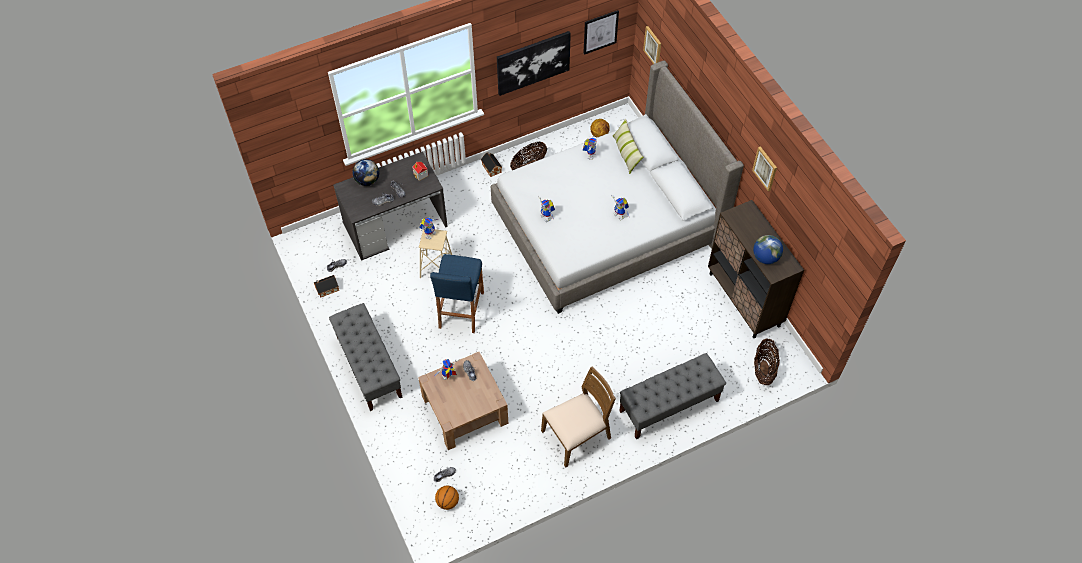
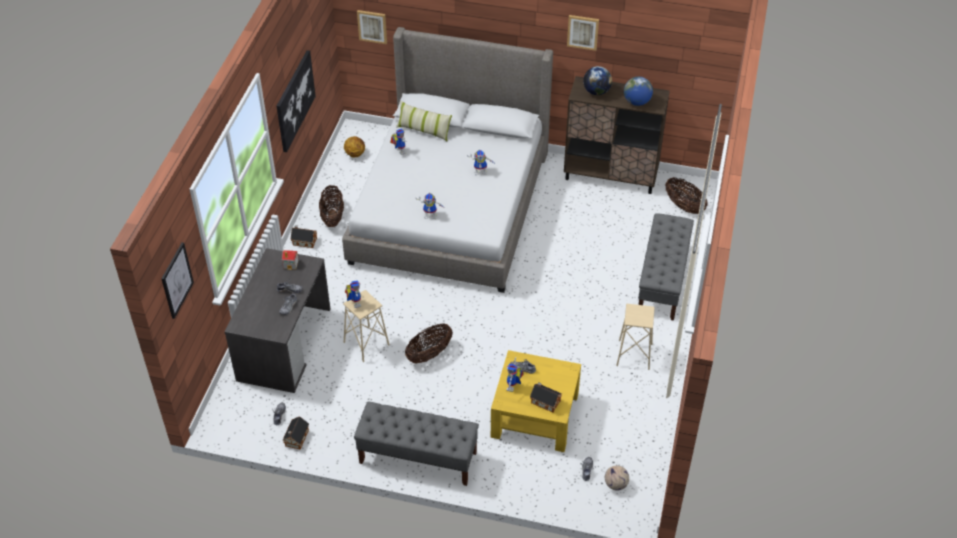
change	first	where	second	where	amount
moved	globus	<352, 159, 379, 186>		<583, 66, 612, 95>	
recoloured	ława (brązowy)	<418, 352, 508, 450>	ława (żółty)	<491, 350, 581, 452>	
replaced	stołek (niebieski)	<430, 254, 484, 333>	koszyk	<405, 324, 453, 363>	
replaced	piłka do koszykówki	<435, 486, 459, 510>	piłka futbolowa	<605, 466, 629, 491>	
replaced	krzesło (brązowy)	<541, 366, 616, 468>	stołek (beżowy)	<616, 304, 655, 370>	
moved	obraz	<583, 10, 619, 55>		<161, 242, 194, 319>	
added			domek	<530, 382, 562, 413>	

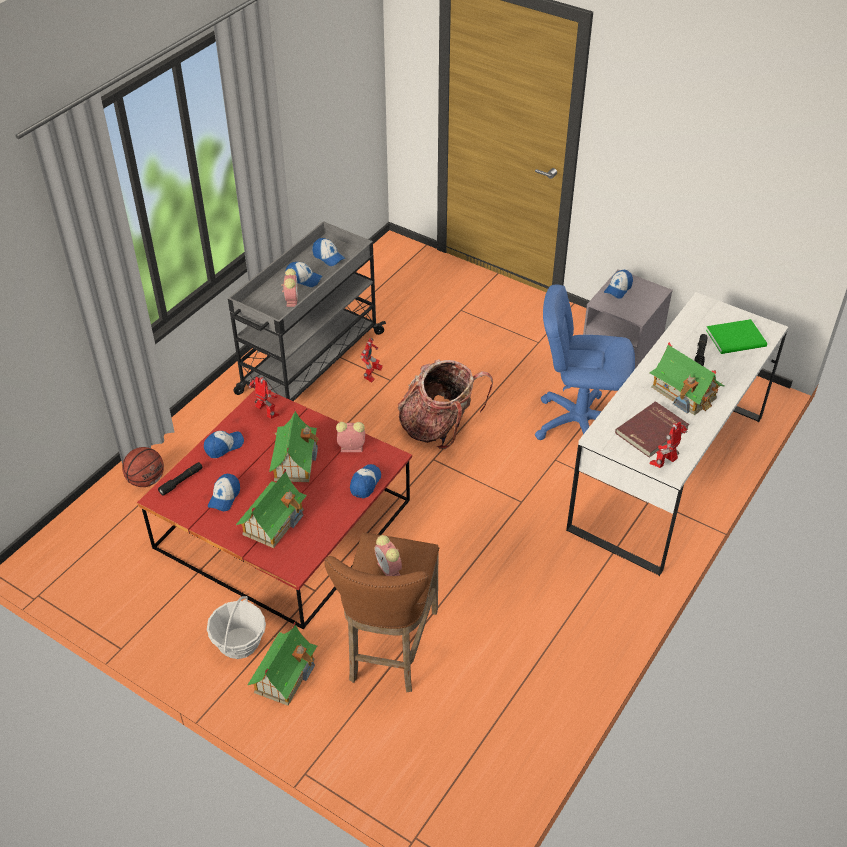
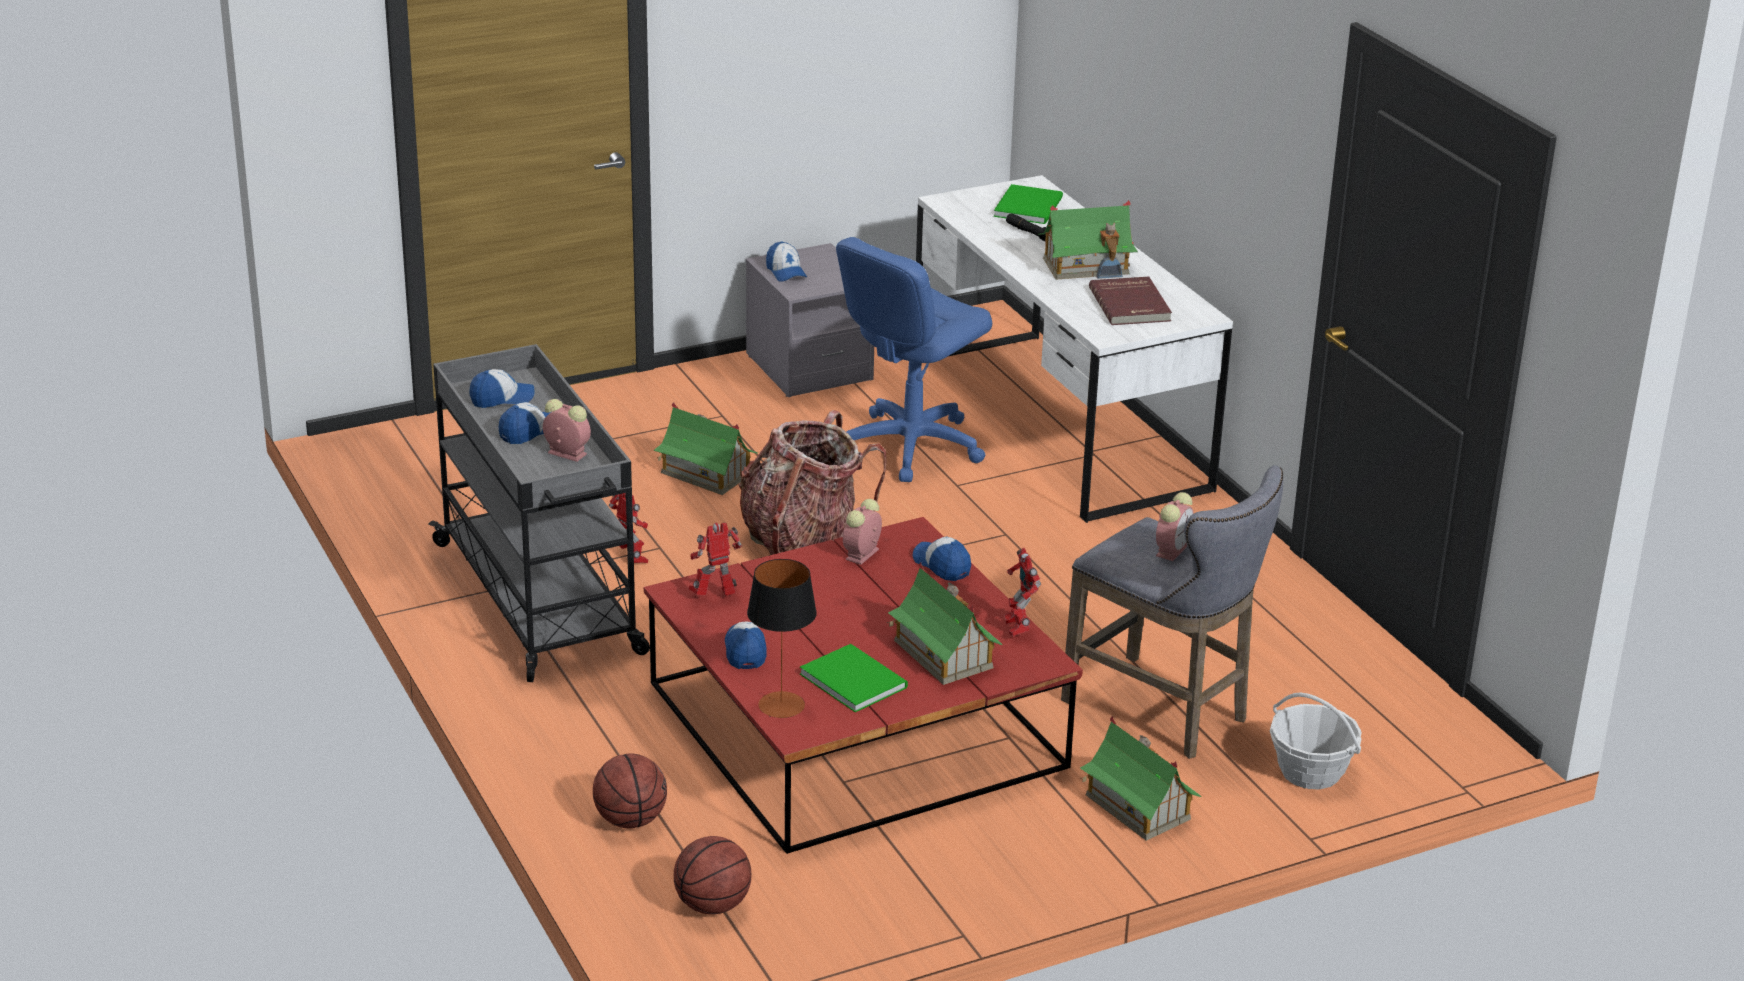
change	first	where	second	where	amount
replaced	latarka (czarny)	<158, 462, 203, 495>	lampa stołowa	<747, 559, 817, 718>	
moved	koszyk	<207, 596, 266, 659>		<1270, 692, 1362, 789>	
replaced	czapka z daszkiem	<208, 474, 240, 511>	książka (zielony)	<800, 644, 908, 712>	
moved	domek	<269, 408, 319, 482>		<654, 402, 758, 495>	
recoloured	stołek (brązowy)	<325, 533, 439, 692>	stołek (szary)	<1061, 465, 1283, 759>	
turned	budzik	<375, 535, 402, 576>		<1156, 492, 1194, 561>	60 degrees counterclockwise
moved	robot zabawkowy	<650, 422, 687, 468>		<1004, 548, 1041, 636>	
added			piłka do koszykówki	<674, 836, 751, 915>	

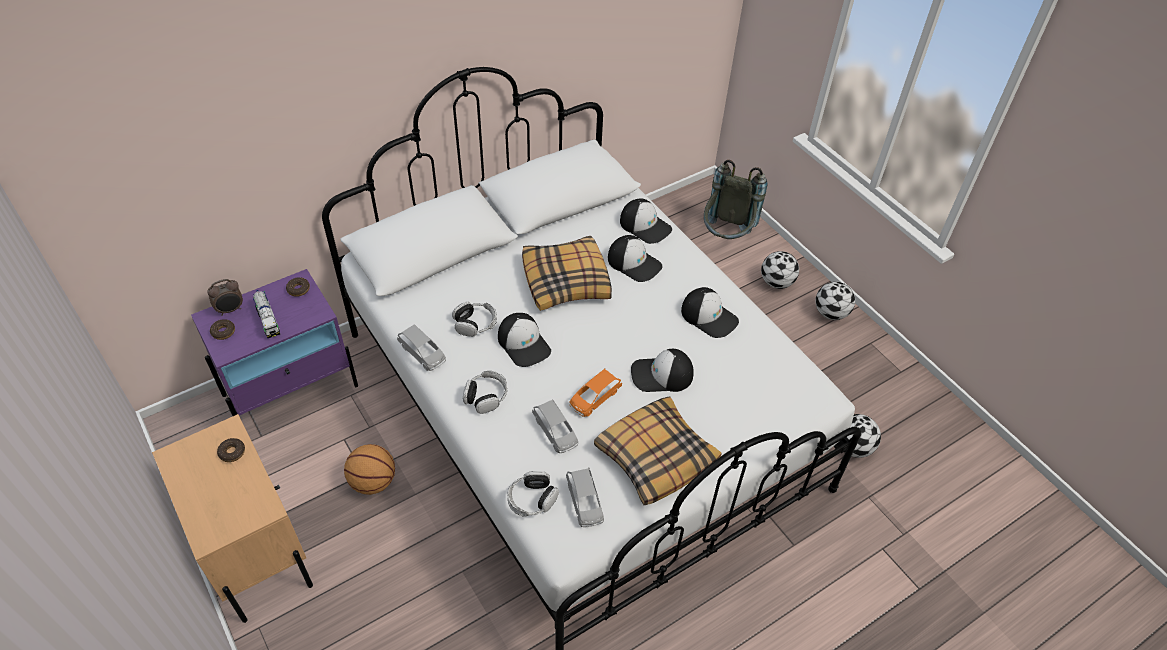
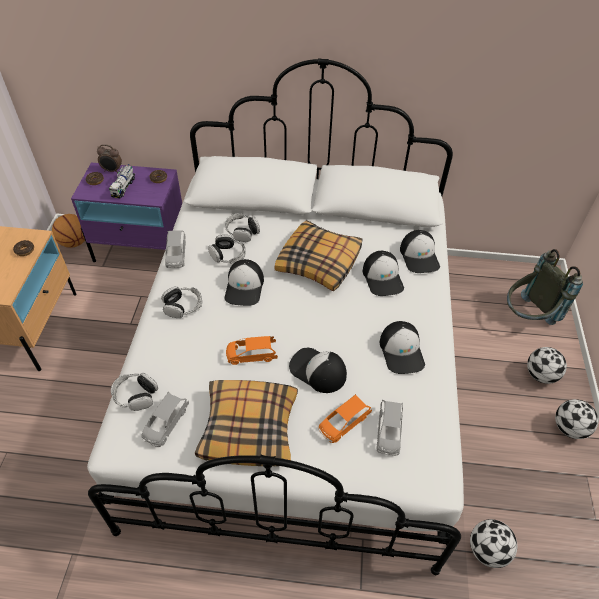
change	first	where	second	where	amount
moved	piłka do koszykówki	<344, 444, 395, 495>		<52, 214, 85, 248>	
moved	samochodzik (szary)	<532, 400, 578, 453>		<377, 400, 403, 455>	
added			słuchawki	<225, 213, 260, 242>	
added			samochodzik (pomarańczowy)	<319, 394, 372, 443>	

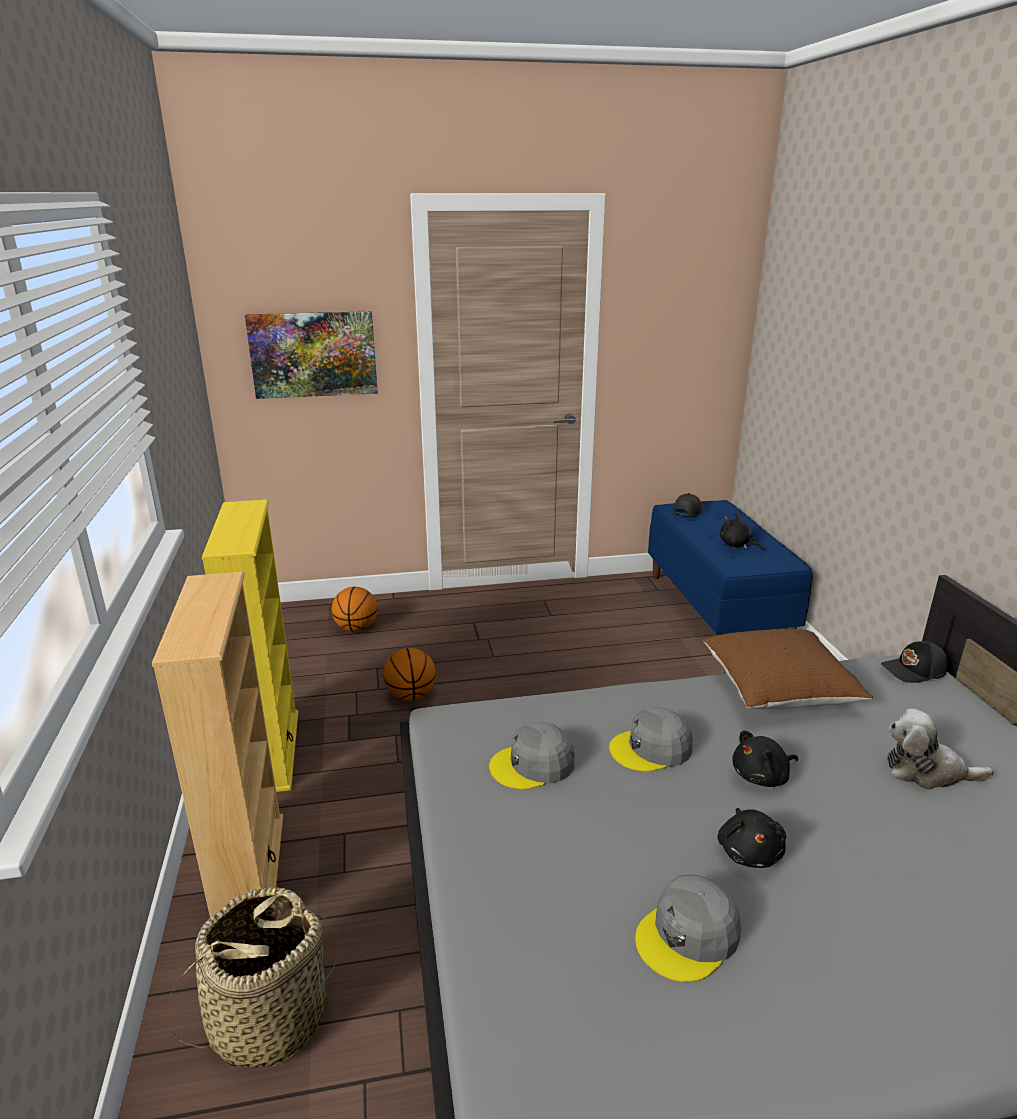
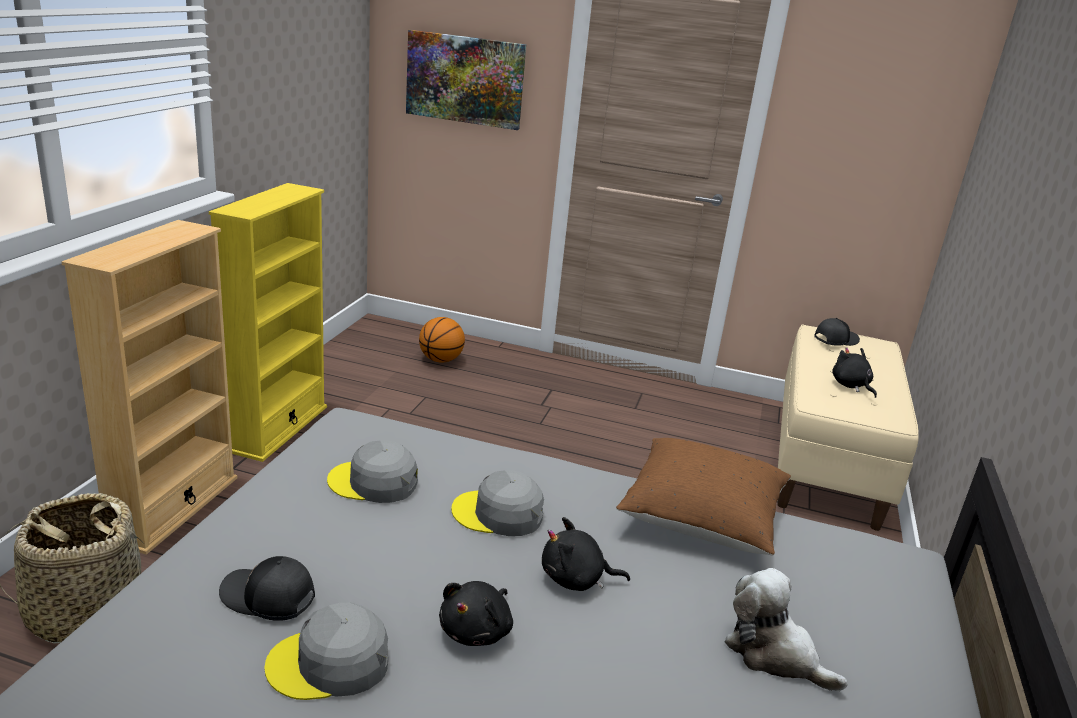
change	first	where	second	where	amount
removed	piłka do koszykówki	<383, 648, 436, 701>			
recoloured	ławka (niebieski)	<648, 500, 813, 636>	ławka (beżowy)	<777, 325, 919, 531>	
moved	czapka z daszkiem (czarny)	<881, 641, 948, 683>		<219, 556, 315, 621>	

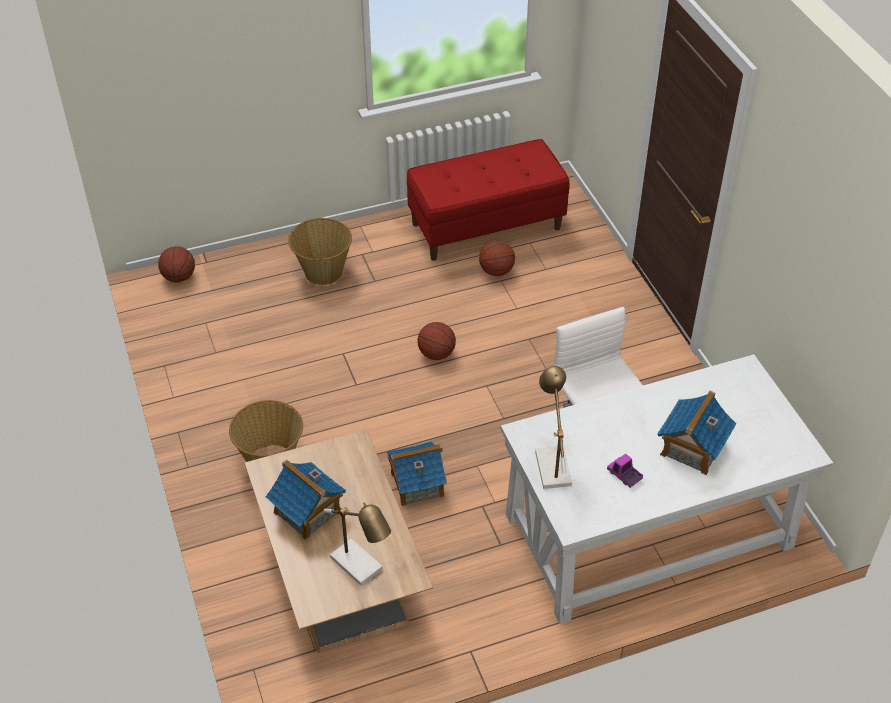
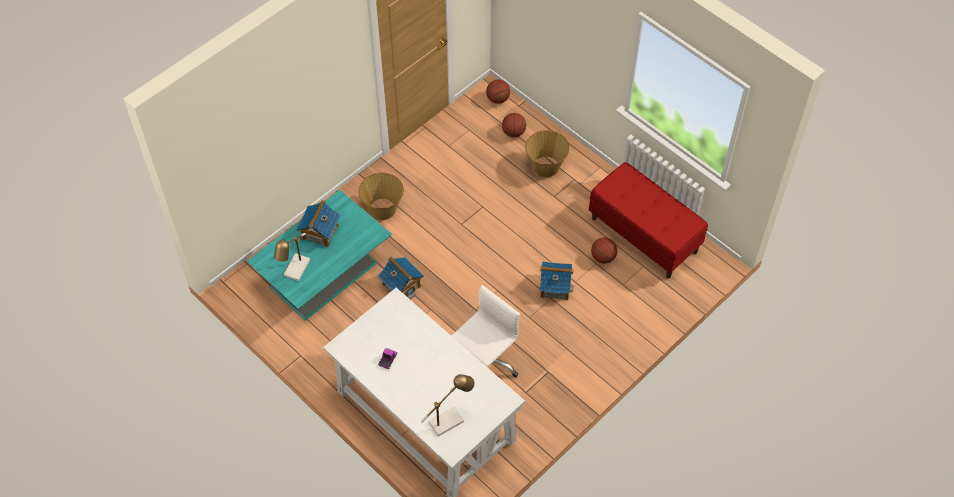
change	first	where	second	where	amount
recoloured	ława (brązowy)	<245, 429, 433, 653>	ława (turkusowy)	<247, 190, 392, 321>	
moved	piłka do koszykówki	<417, 322, 456, 360>		<502, 113, 526, 137>	
moved	lampa stołowa	<535, 366, 572, 489>		<421, 374, 475, 436>	
moved	domek	<657, 391, 736, 475>		<540, 261, 574, 300>	

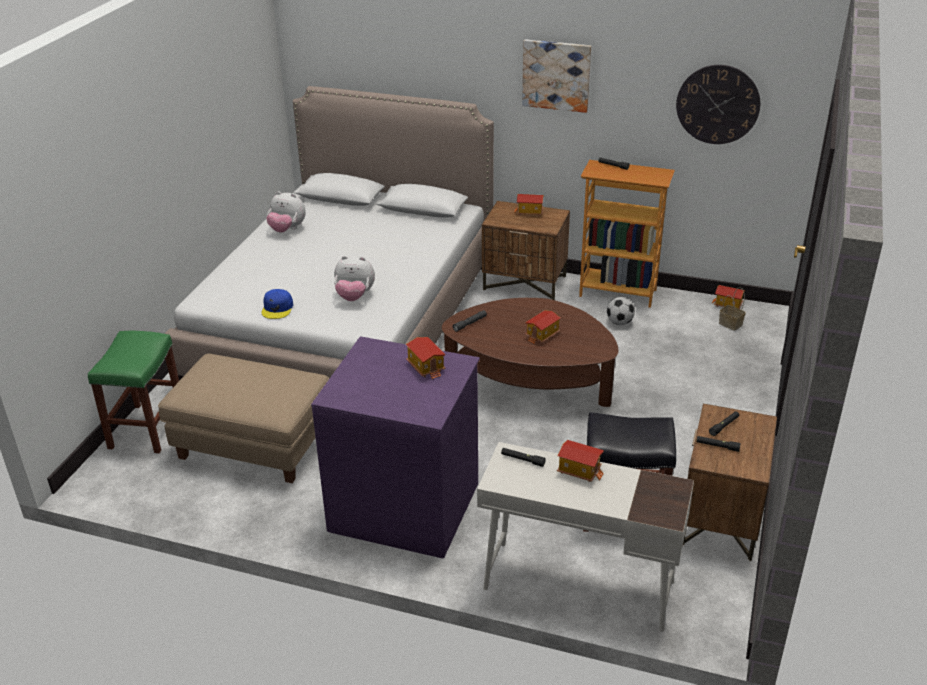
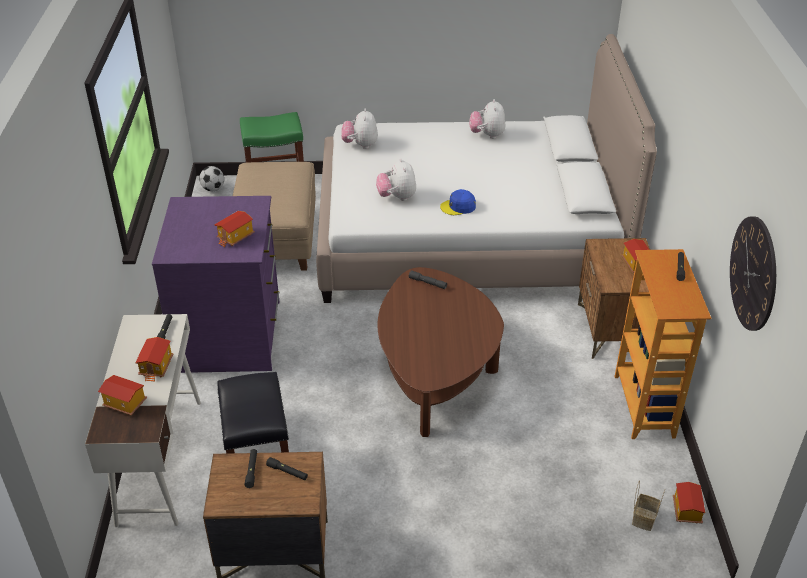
change	first	where	second	where	amount
moved	czapka z daszkiem (niebieski)	<261, 289, 293, 319>		<440, 189, 476, 215>	
removed	obraz	<522, 39, 591, 113>			
moved	domek	<525, 310, 560, 344>		<98, 375, 147, 415>	
moved	piłka futbolowa	<607, 297, 635, 325>		<199, 166, 224, 191>	
added			pluszak	<341, 109, 378, 149>	

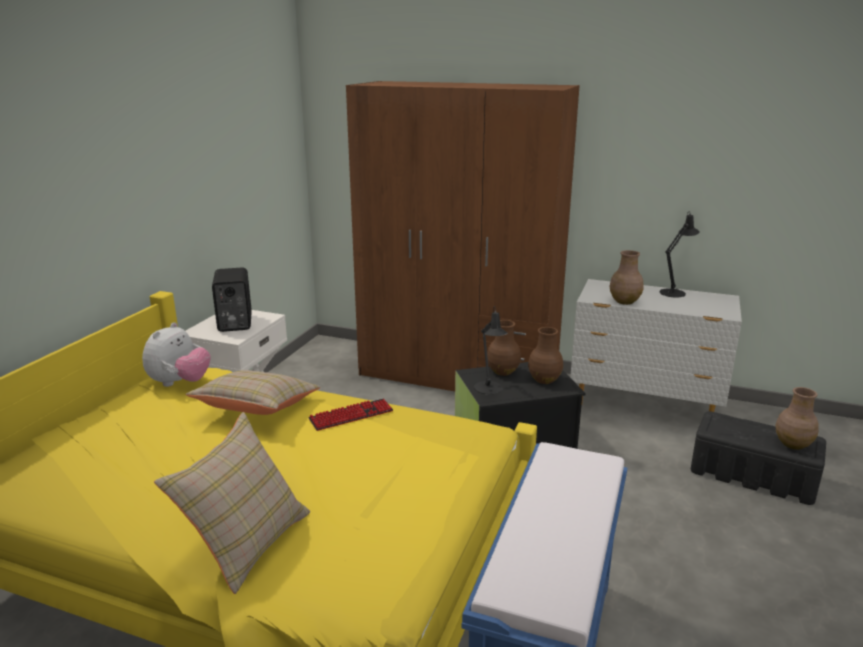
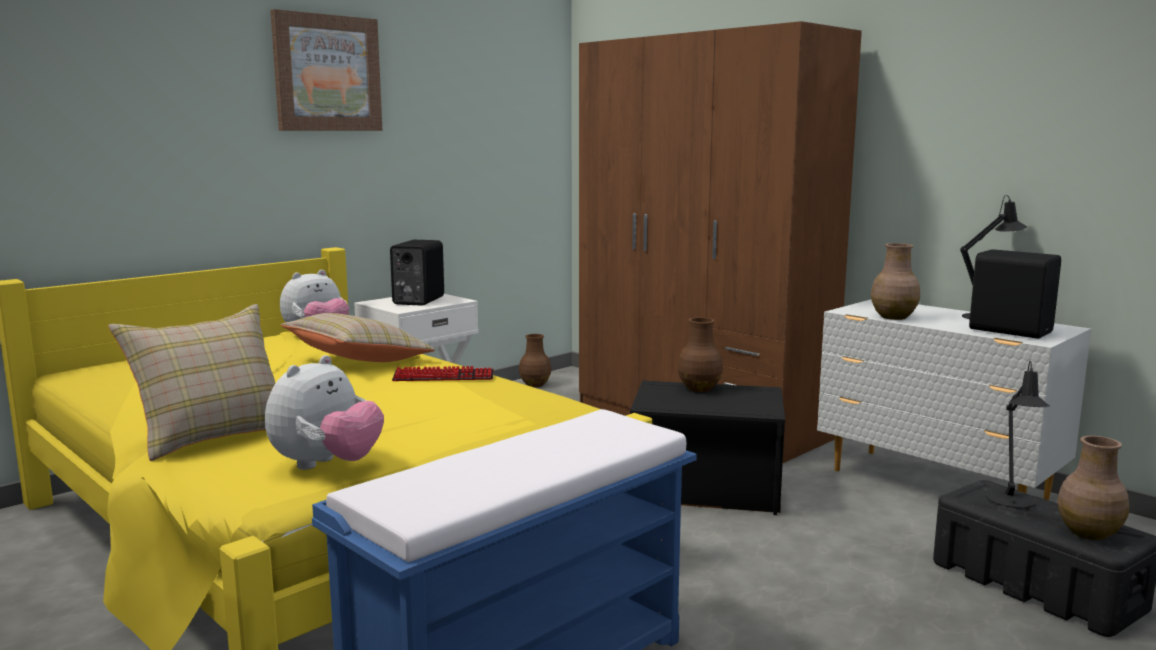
change	first	where	second	where	amount
moved	lampa stołowa (czarny)	<474, 306, 507, 395>		<986, 361, 1050, 508>	
moved	wazon (brązowy)	<528, 327, 563, 384>		<519, 334, 551, 387>	
added			pluszak	<265, 355, 384, 470>	
added			obraz	<270, 9, 382, 131>	
added			głośnik (czarny)	<969, 249, 1061, 339>	

